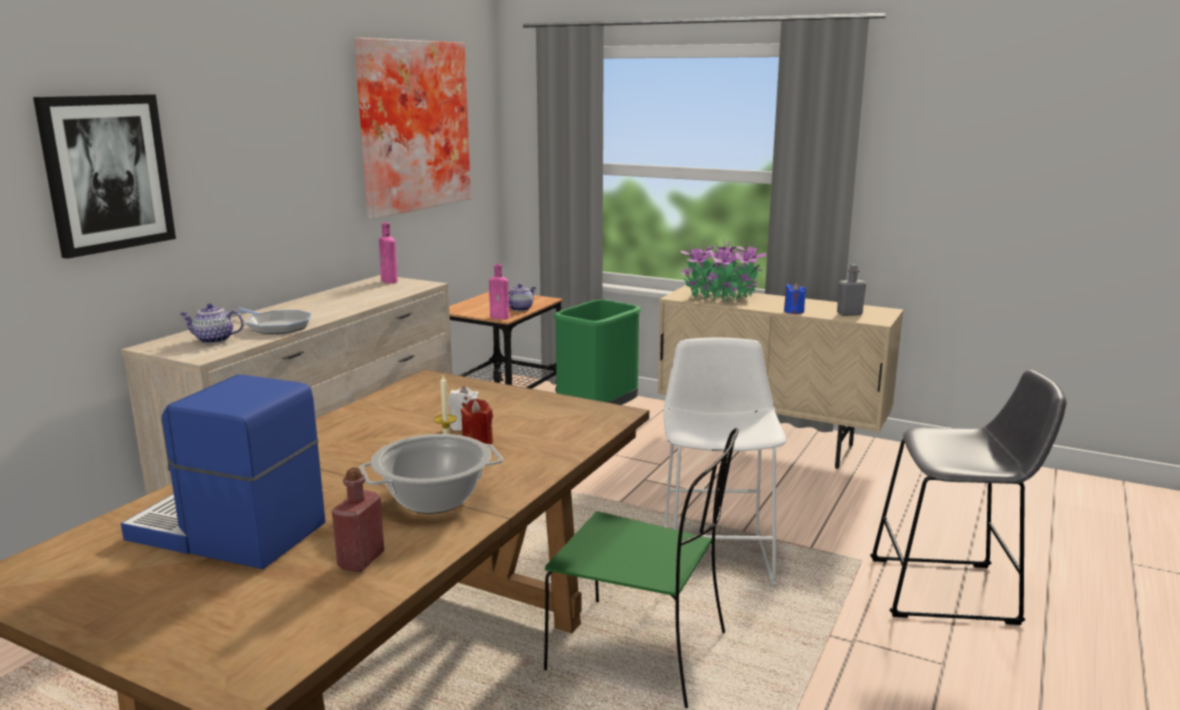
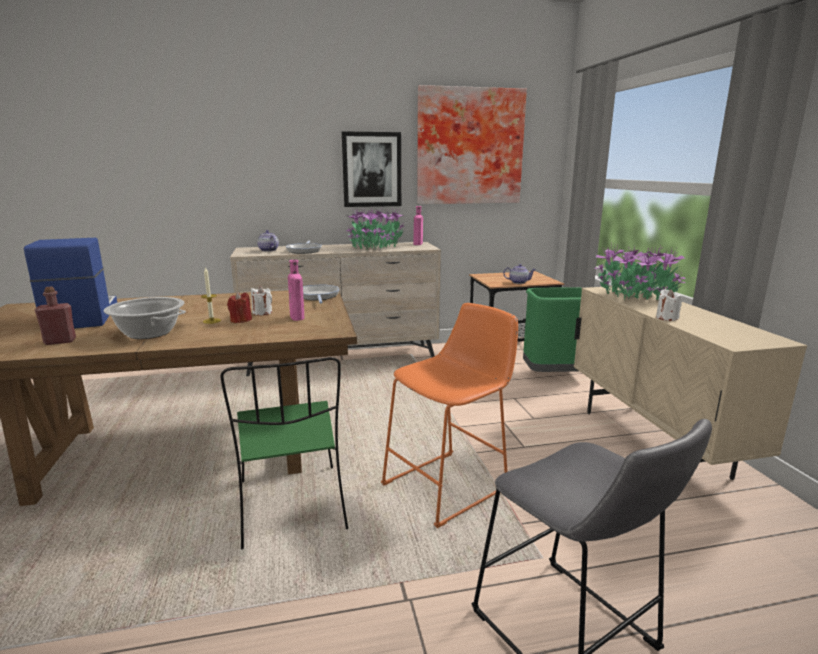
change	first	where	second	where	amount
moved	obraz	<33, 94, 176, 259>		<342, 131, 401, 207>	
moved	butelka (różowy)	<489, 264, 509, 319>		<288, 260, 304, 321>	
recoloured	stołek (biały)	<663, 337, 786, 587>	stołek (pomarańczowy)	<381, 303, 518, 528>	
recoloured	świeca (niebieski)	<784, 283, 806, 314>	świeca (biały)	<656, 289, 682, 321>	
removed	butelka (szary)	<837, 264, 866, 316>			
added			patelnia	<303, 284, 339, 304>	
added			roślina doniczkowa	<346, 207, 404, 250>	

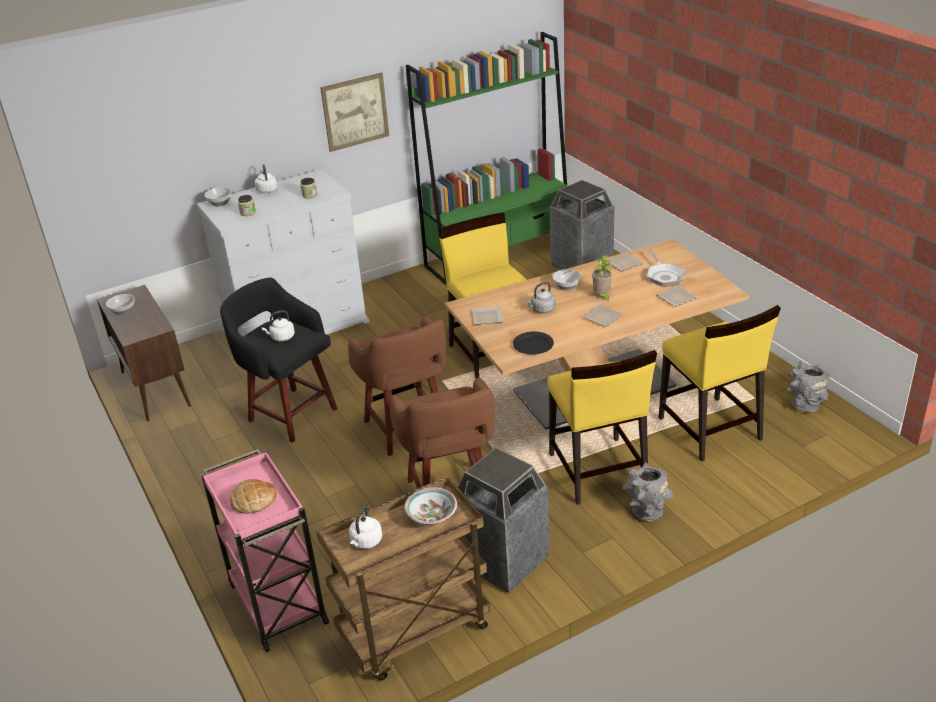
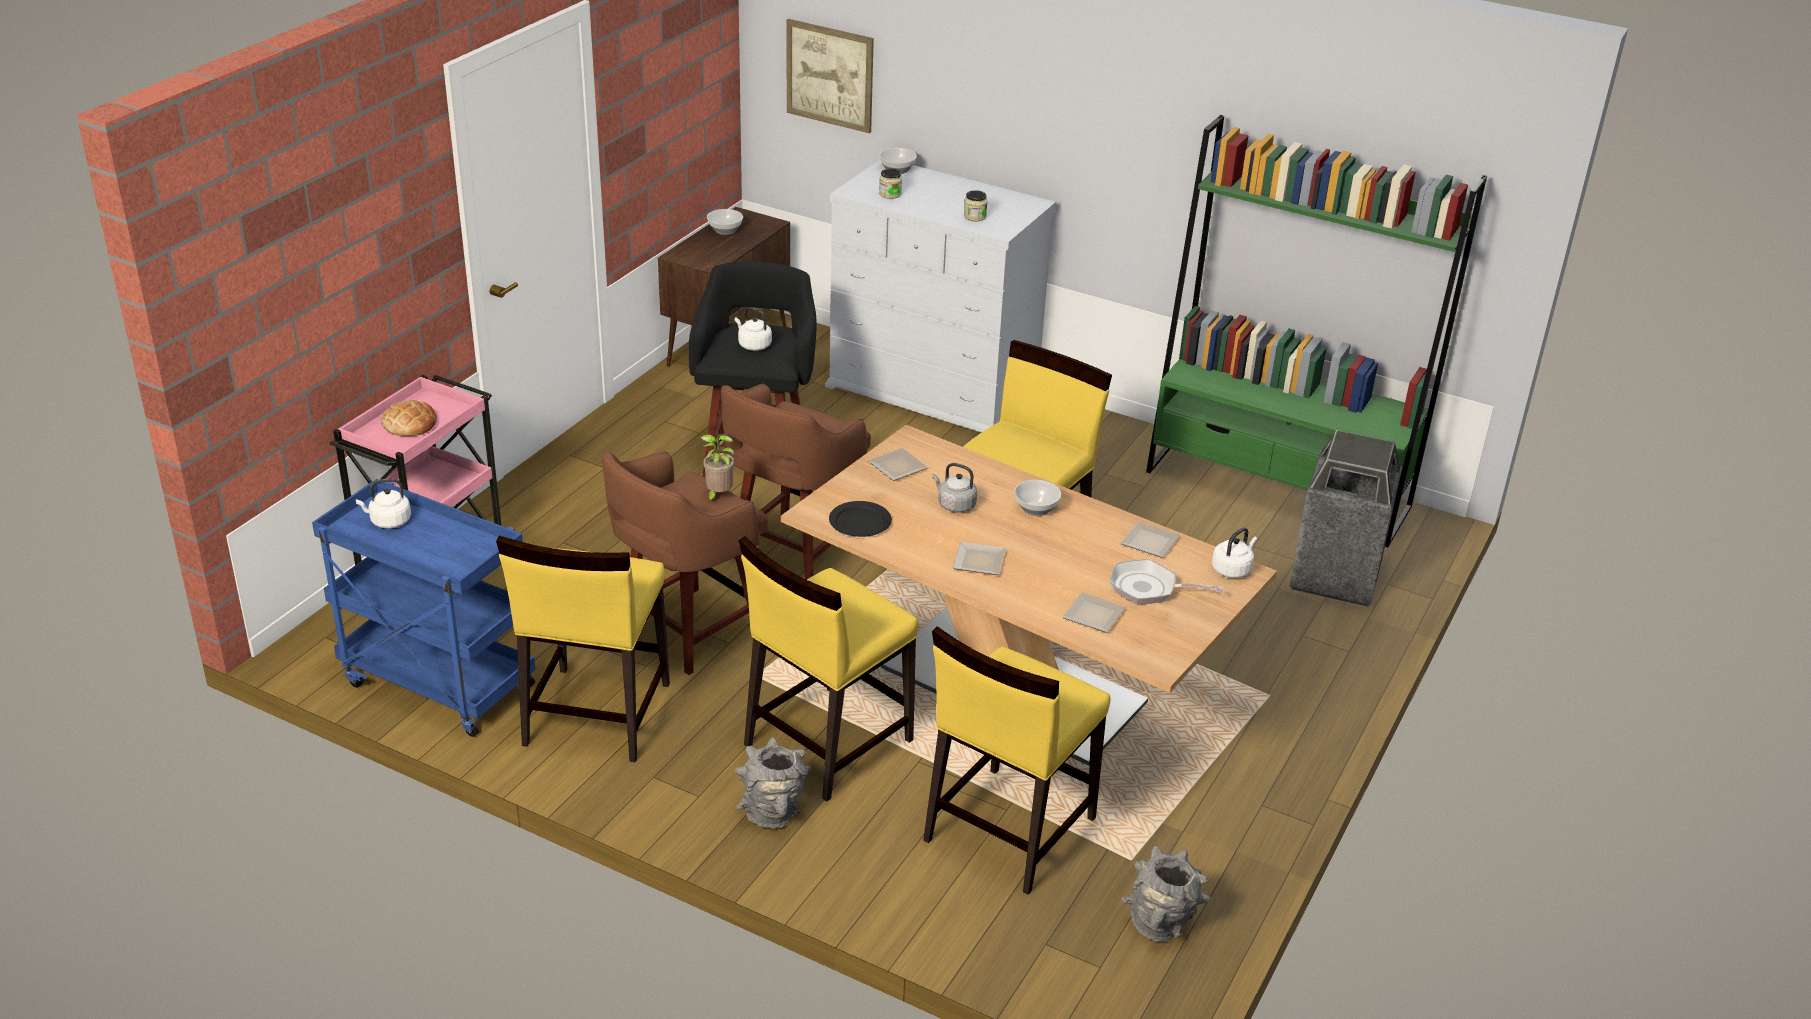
change	first	where	second	where	amount
moved	czajnik (biały)	<255, 164, 277, 193>		<1212, 527, 1257, 578>	
recoloured	wózek (brązowy)	<316, 476, 490, 681>	wózek (niebieski)	<312, 479, 535, 737>	
moved	obraz	<320, 72, 389, 152>		<787, 19, 874, 133>	
removed	miska	<404, 487, 457, 525>			
replaced	kosz na śmieci	<458, 447, 550, 593>	krzesło (żółty)	<496, 536, 670, 762>	
moved	roślina doniczkowa	<592, 255, 612, 300>		<700, 435, 734, 504>	
turned	patelnia	<647, 249, 685, 287>		<1110, 559, 1223, 605>	60 degrees clockwise

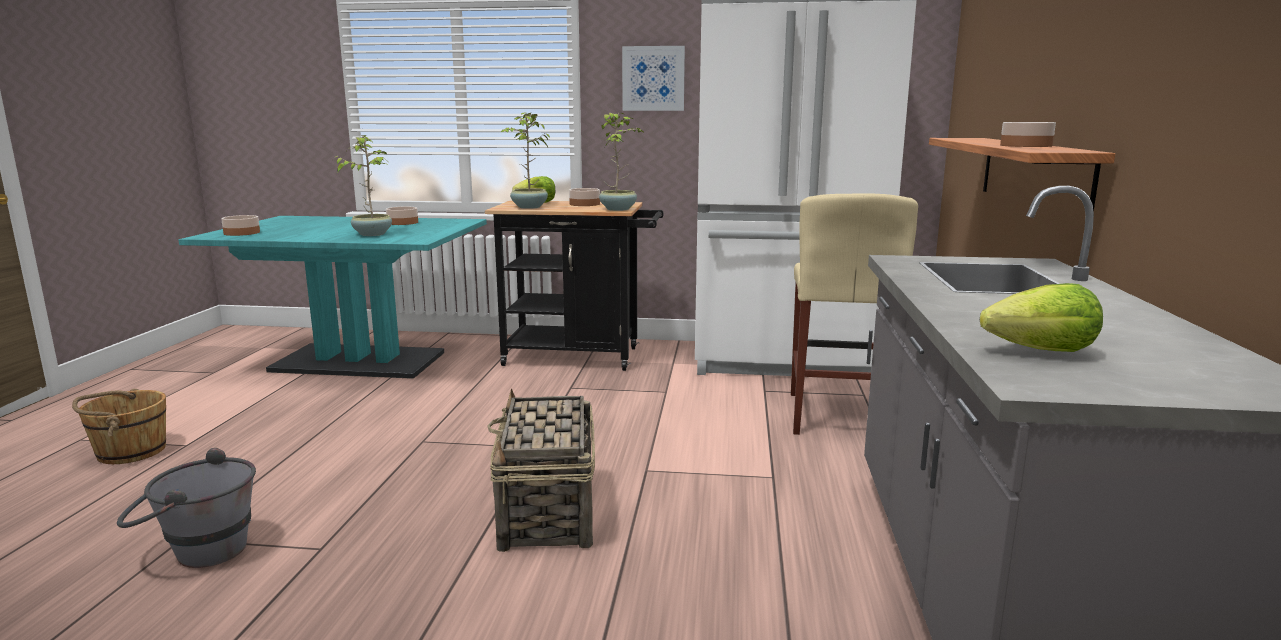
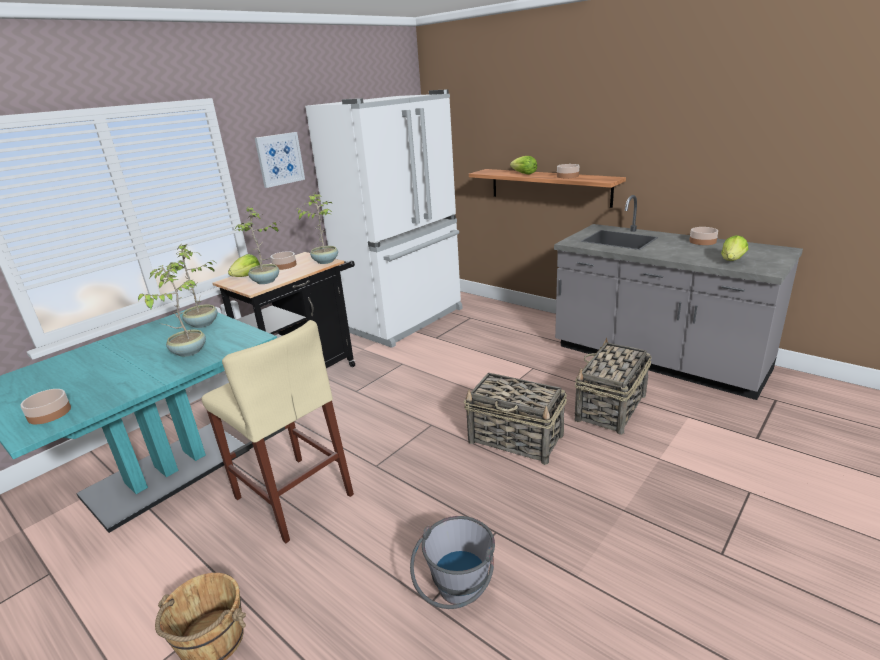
change	first	where	second	where	amount
moved	miska	<386, 207, 418, 225>		<689, 227, 718, 245>	
moved	stołek (beżowy)	<791, 193, 918, 435>		<202, 320, 354, 543>	
added			roślina doniczkowa	<166, 244, 218, 328>	
added			sałata	<510, 156, 537, 174>	
added			koszyk	<575, 337, 651, 435>	

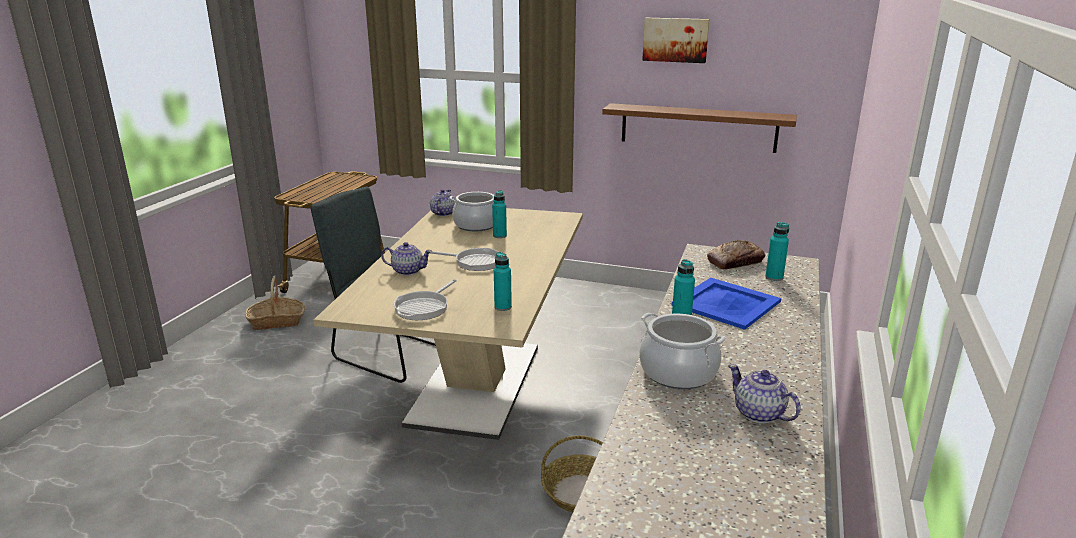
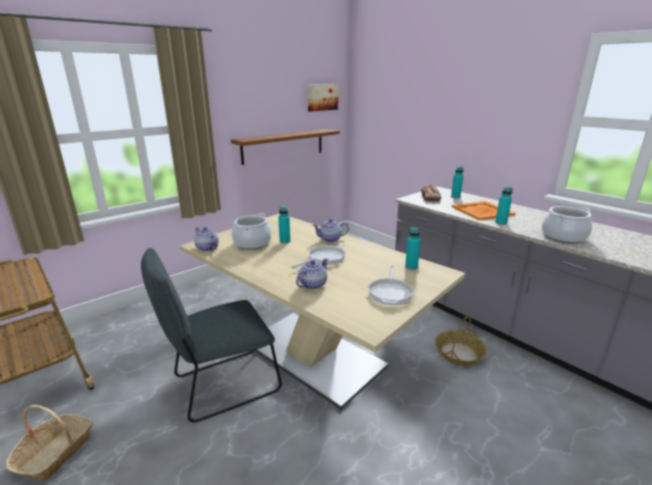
change	first	where	second	where	amount
turned	patelnia	<394, 279, 457, 320>		<367, 266, 415, 305>	45 degrees clockwise
moved	obraz	<642, 18, 710, 63>		<308, 84, 338, 112>	
recoloured	taca (niebieski)	<671, 278, 781, 330>	taca (pomarańczowy)	<452, 201, 516, 220>	
moved	imbryk	<728, 365, 801, 423>		<312, 219, 349, 242>	

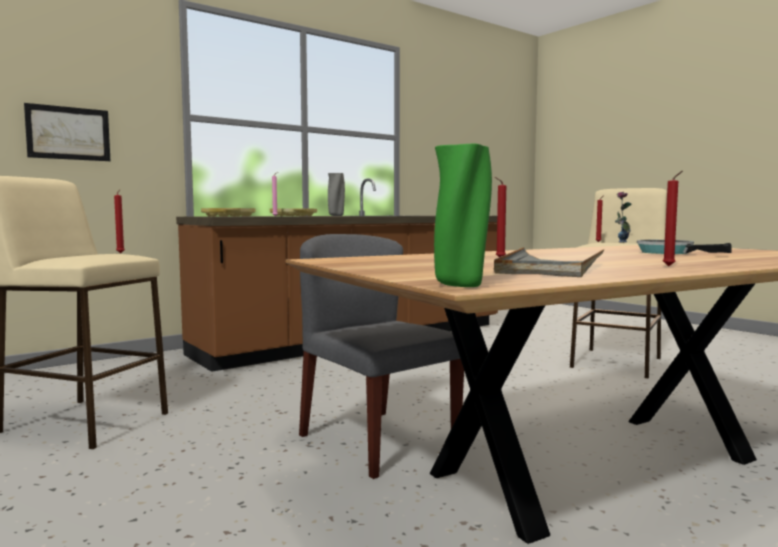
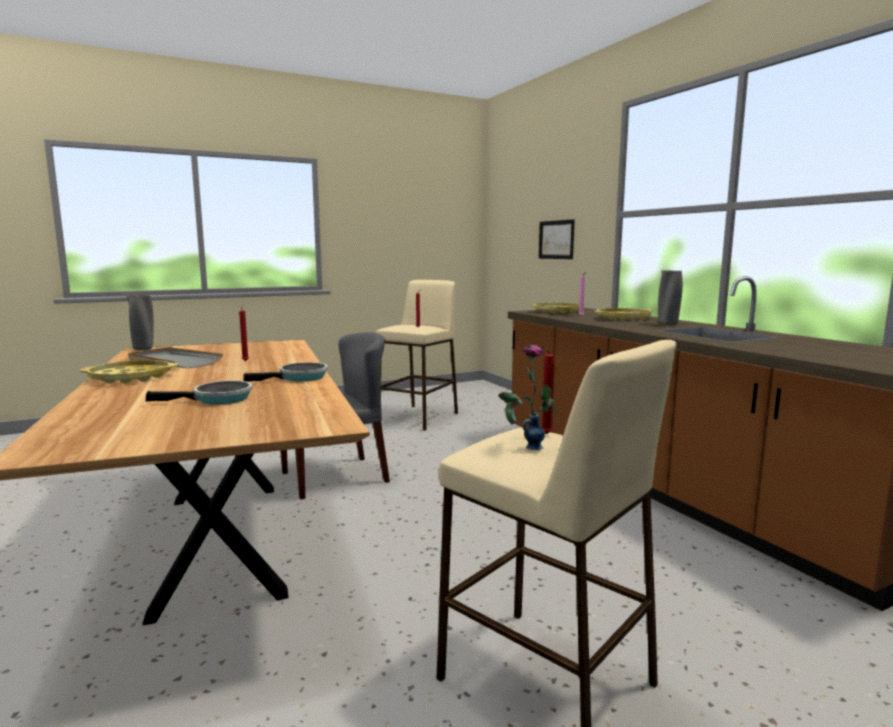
change	first	where	second	where	amount
recoloured	wazon (zielony)	<434, 144, 492, 287>	wazon (szary)	<127, 295, 154, 350>	
replaced	świeca (czerwony)	<663, 171, 683, 266>	taca (żółty)	<80, 360, 178, 383>	
added			patelnia	<243, 362, 328, 382>	

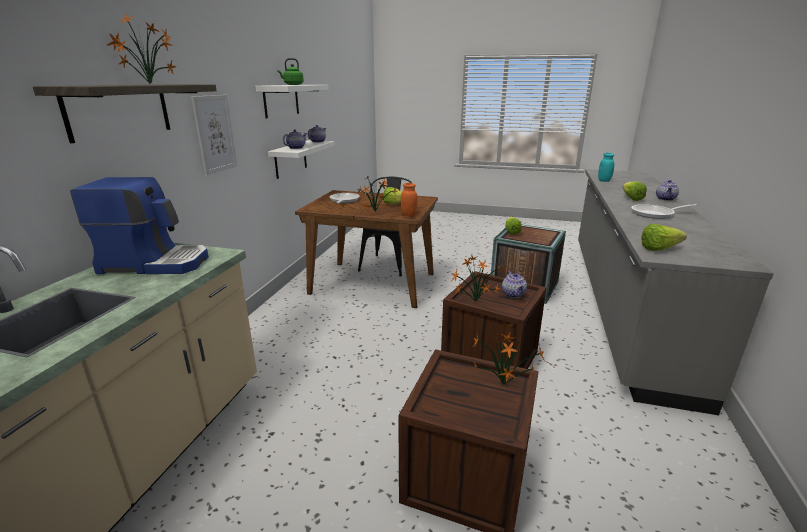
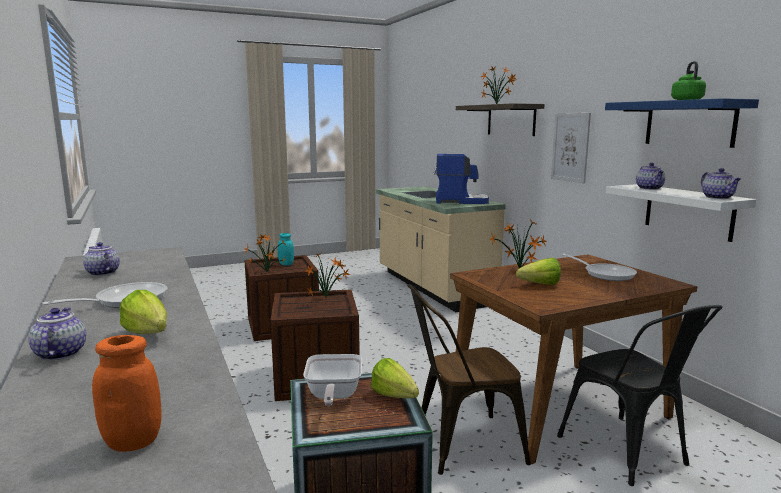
change	first	where	second	where	amount
turned	ekspres do kawy	<70, 177, 209, 274>		<436, 154, 489, 204>	135 degrees counterclockwise
recoloured	półka (biały)	<255, 85, 329, 119>	półka (niebieski)	<605, 98, 759, 148>	
moved	słoik (pomarańczowy)	<401, 183, 418, 216>		<92, 335, 162, 452>	
moved	imbryk	<502, 271, 527, 298>		<83, 242, 120, 276>	
moved	słoik (turkusowy)	<598, 153, 614, 182>		<278, 233, 294, 266>	
removed	sałata	<642, 224, 687, 251>			
added			patelnia	<303, 354, 362, 406>	
added			krzesło (brązowy)	<407, 284, 531, 475>	

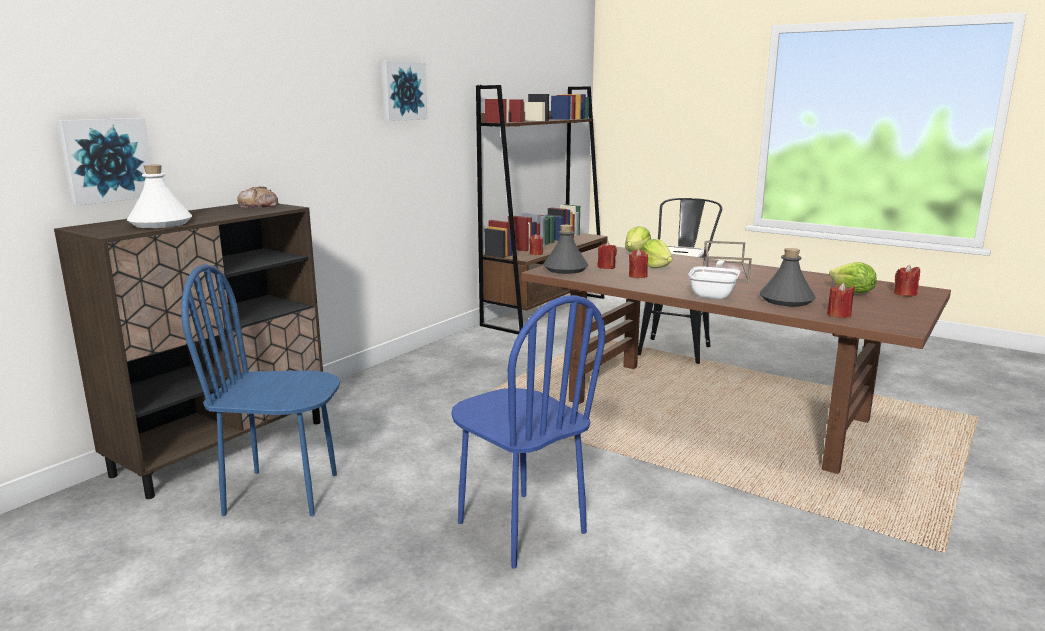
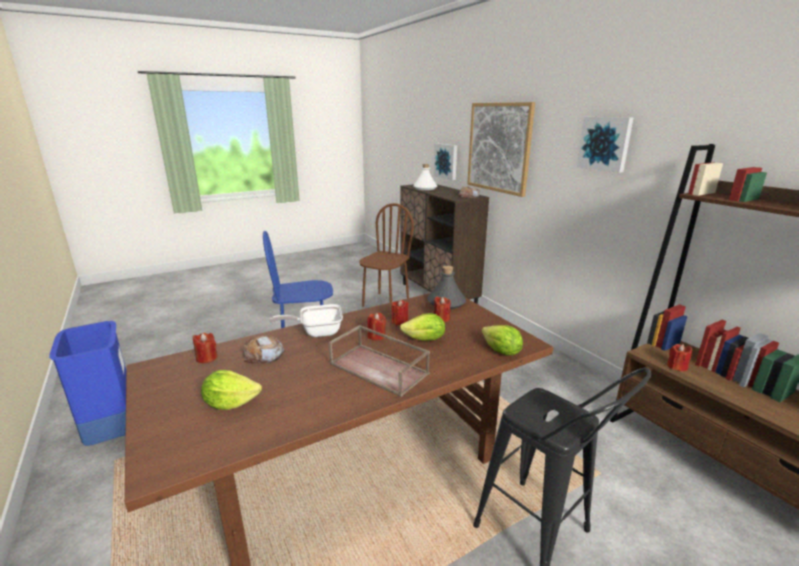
change	first	where	second	where	amount
recoloured	krzesło (niebieski)	<181, 264, 340, 516>	krzesło (brązowy)	<359, 203, 414, 307>	
turned	patelnia	<688, 260, 740, 299>		<269, 304, 343, 337>	120 degrees clockwise
replaced	butelka (szary)	<759, 248, 816, 306>	chleb	<243, 335, 285, 364>	
moved	świeca (czerwony)	<894, 265, 920, 296>		<367, 313, 386, 340>	
added			kosz na śmieci (niebieski)	<49, 321, 126, 446>	
added			obraz	<467, 102, 535, 197>	

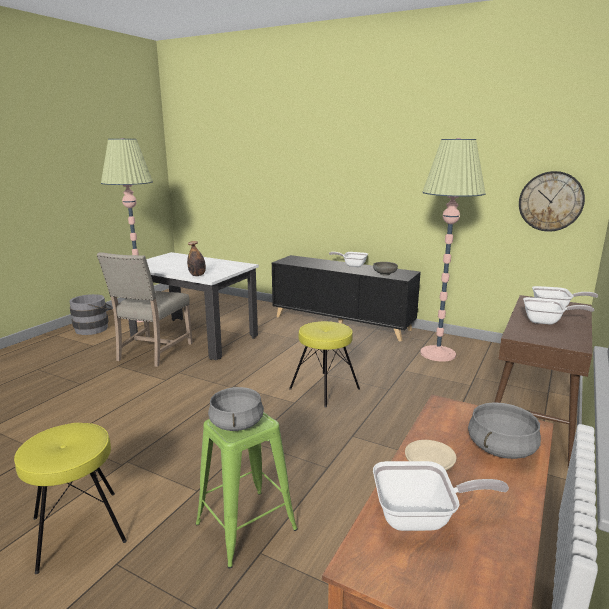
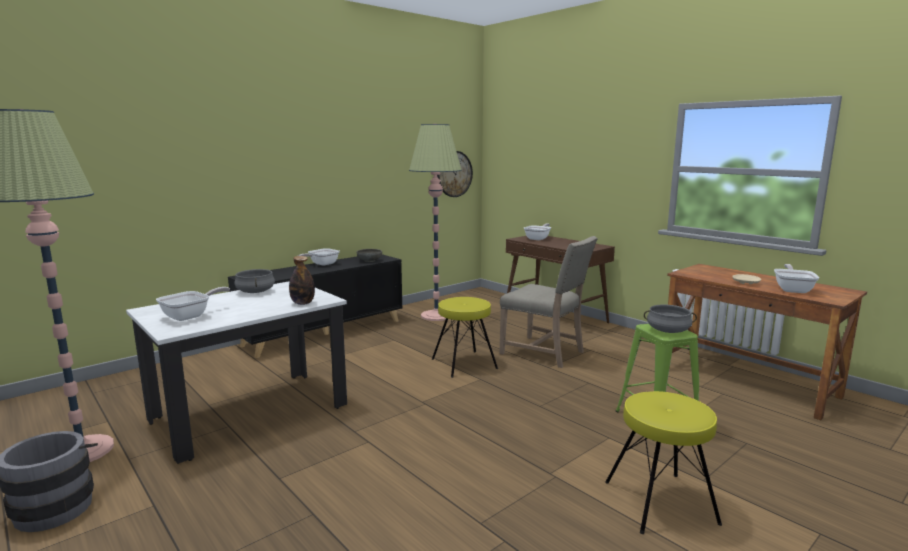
change	first	where	second	where	amount
moved	krzesło (beżowy)	<97, 252, 193, 367>		<499, 236, 598, 368>	
moved	garnek (szary)	<468, 402, 541, 459>		<235, 269, 275, 293>	
moved	patelnia	<523, 297, 594, 325>		<156, 287, 230, 321>	

